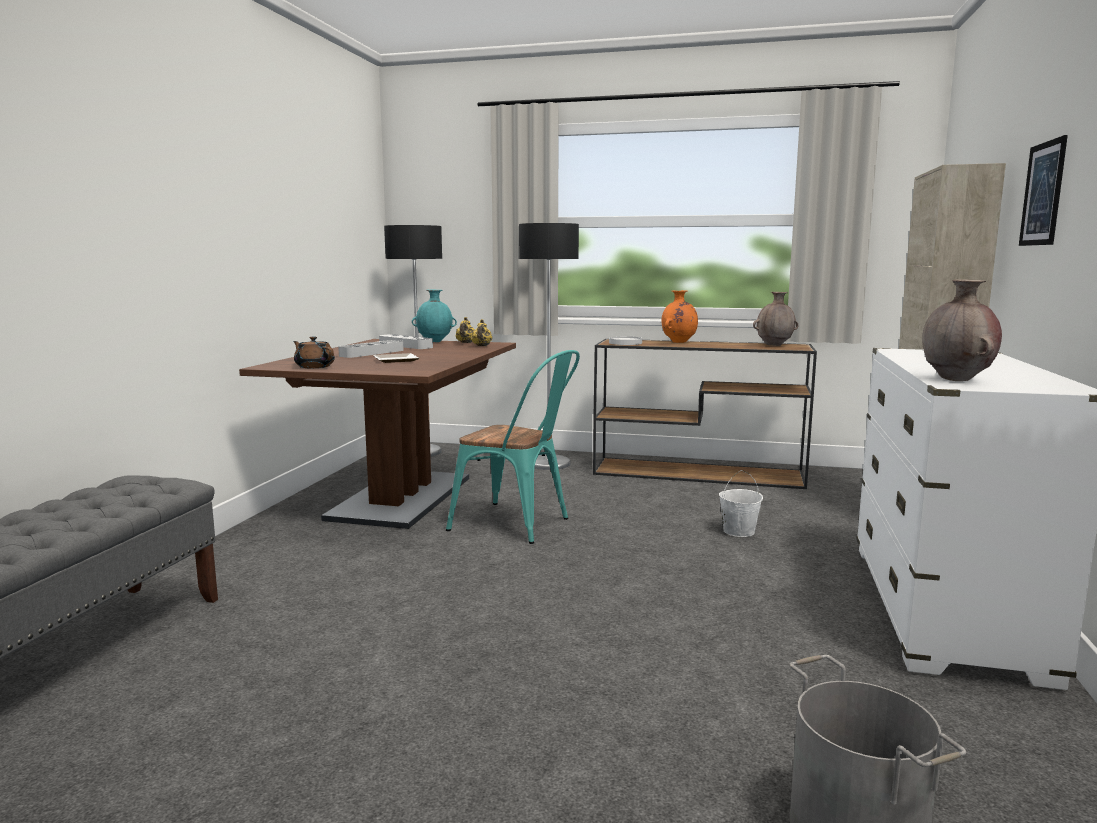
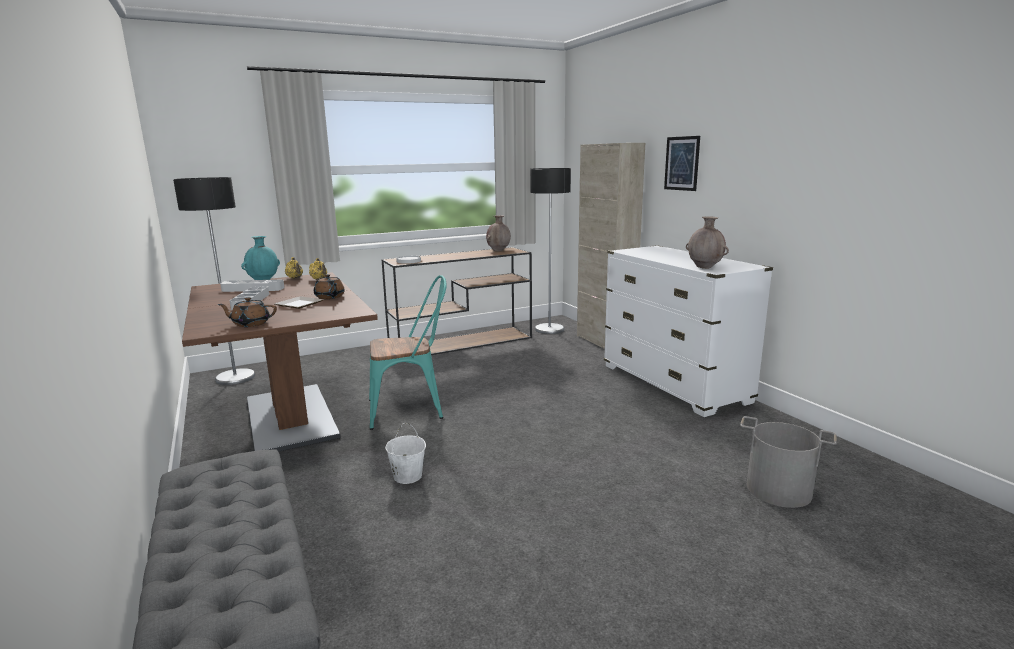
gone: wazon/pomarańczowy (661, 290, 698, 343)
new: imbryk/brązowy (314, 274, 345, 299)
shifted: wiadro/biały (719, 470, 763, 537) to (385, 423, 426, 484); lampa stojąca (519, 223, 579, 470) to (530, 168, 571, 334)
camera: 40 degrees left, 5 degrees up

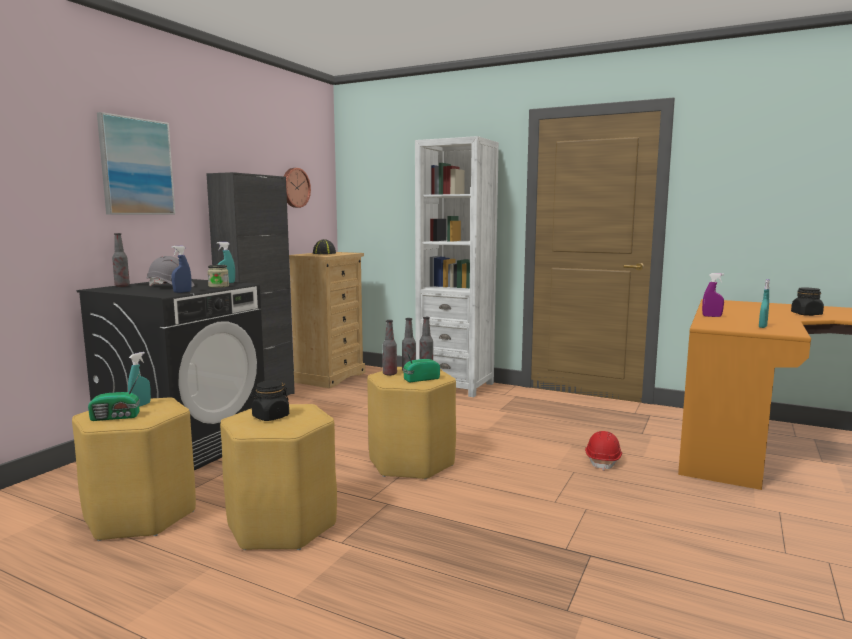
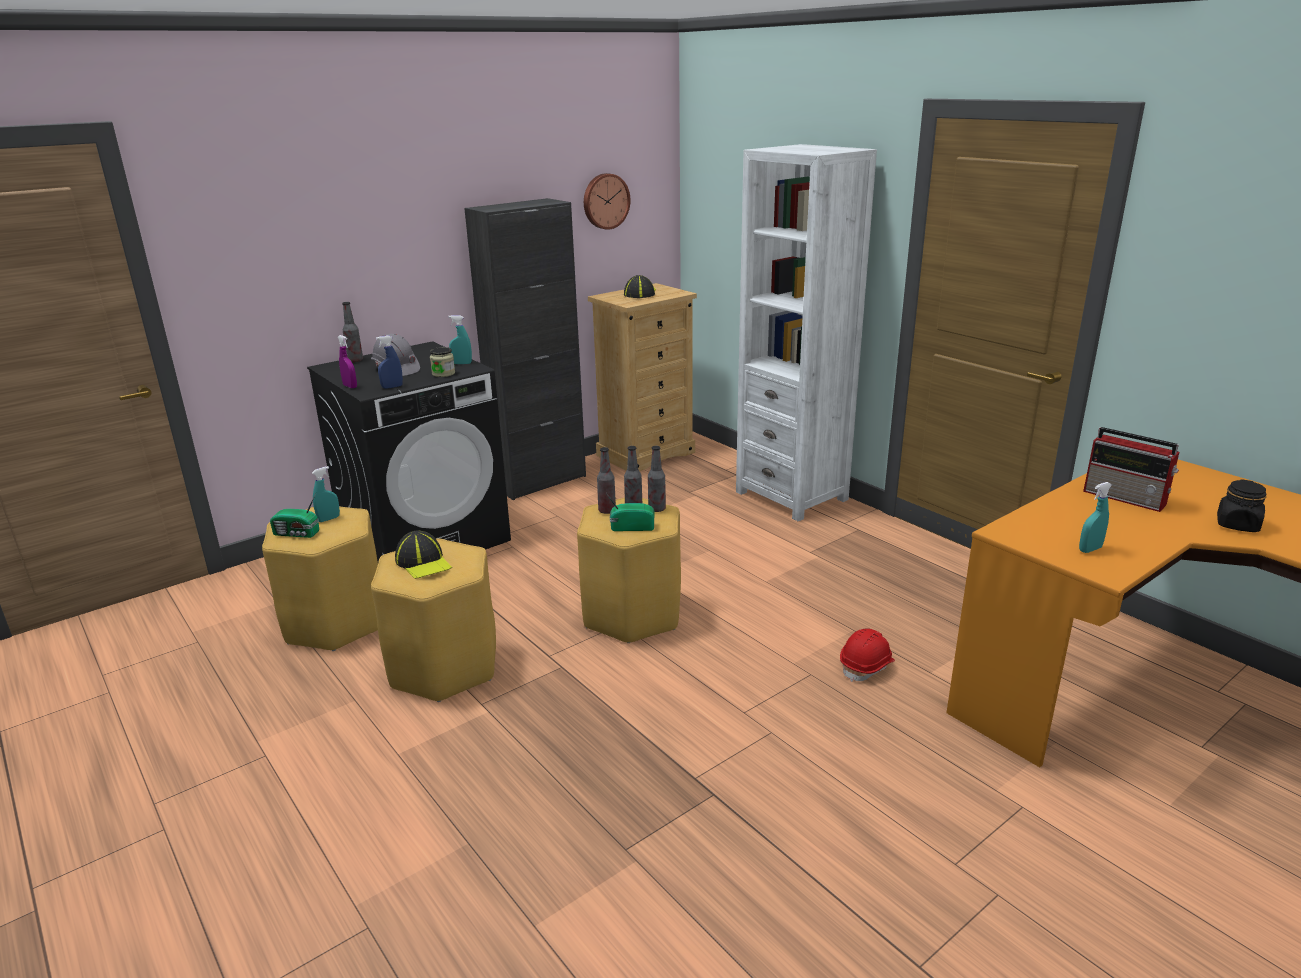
gone: obraz (97, 112, 175, 215)
new: radio (1083, 427, 1179, 512)
shifted: spryskiwacz/fioletowy (702, 273, 724, 317) to (338, 335, 357, 388)
swapped: słoik/czarny (250, 380, 289, 421) to czapka z daszkiem (395, 530, 452, 579)
camera: 25 degrees right, 15 degrees up

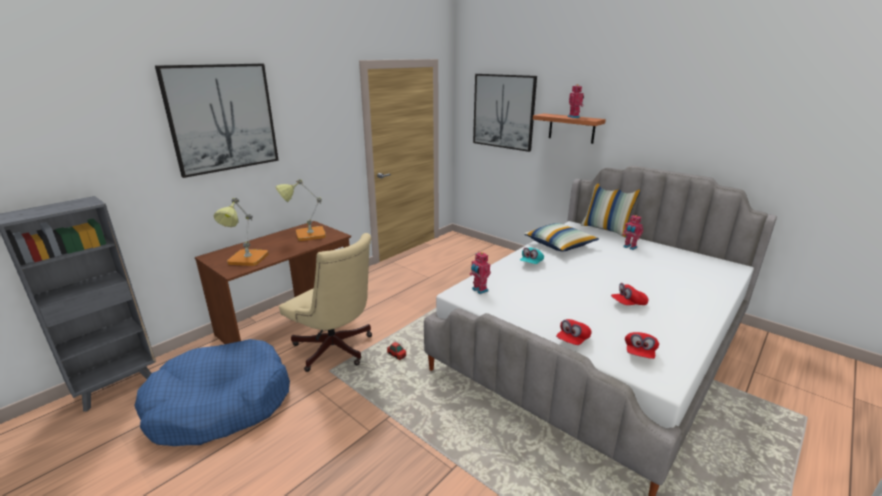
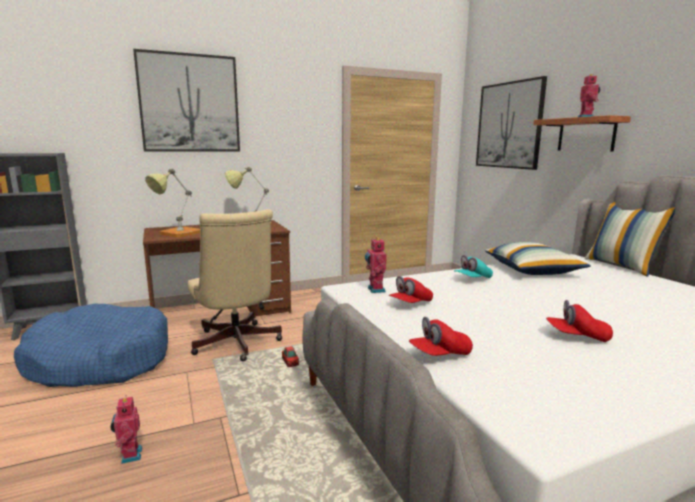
shifted: robot zabawkowy (623, 215, 643, 250) to (110, 395, 142, 464); czapka z daszkiem/czerwony (625, 332, 659, 359) to (388, 276, 433, 303)
camera: 25 degrees right, 10 degrees down

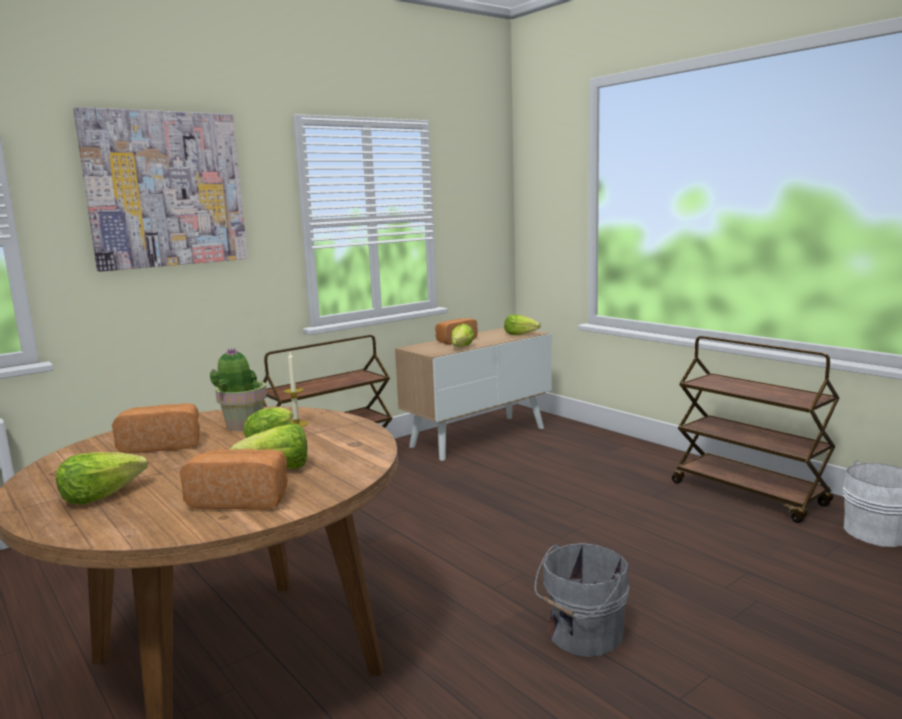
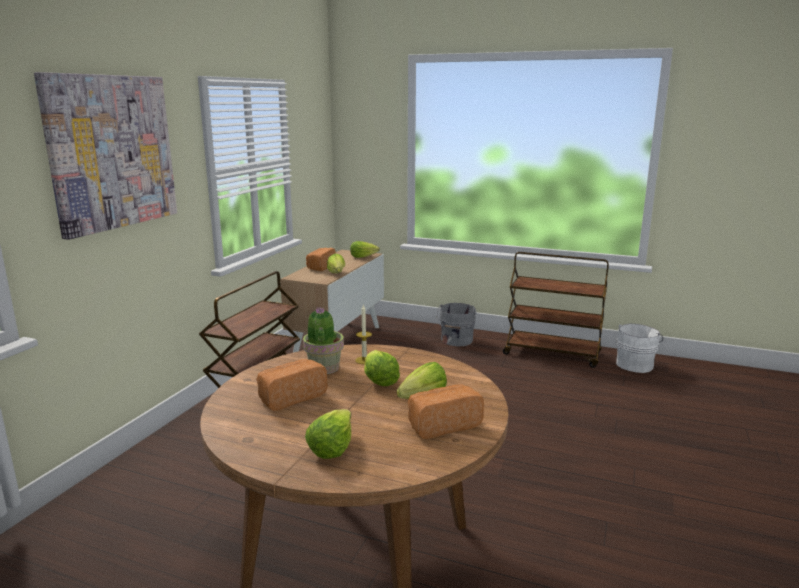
shifted: wiadro/szary (534, 543, 630, 657) to (437, 303, 476, 346)
camera: 30 degrees left, 5 degrees up

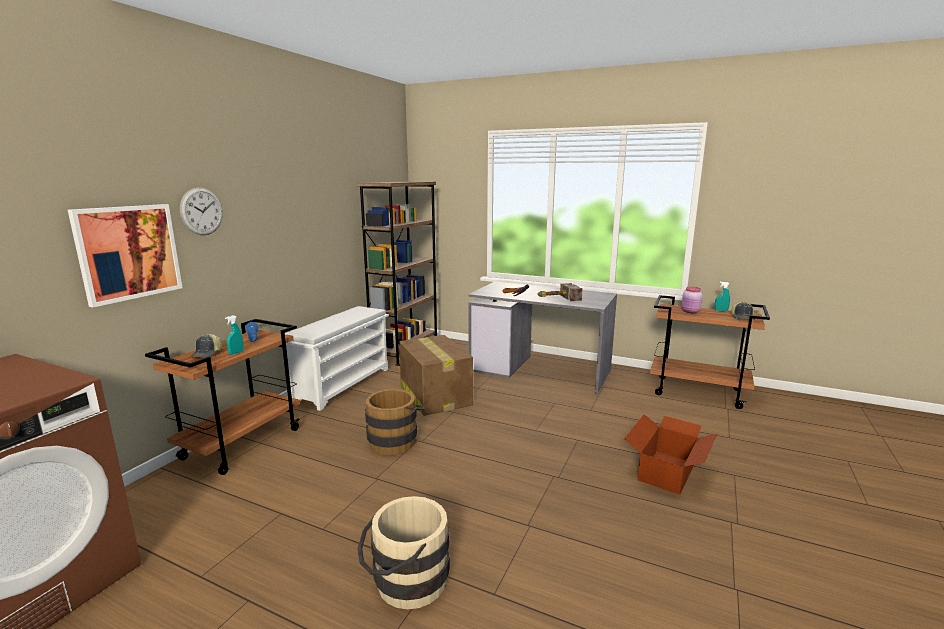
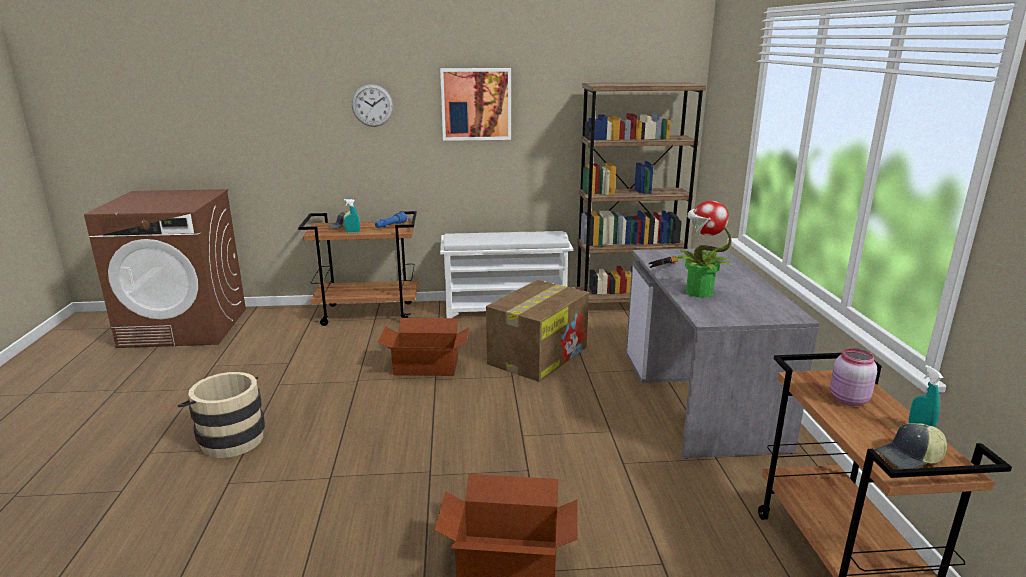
shifted: obraz (68, 204, 182, 307) to (440, 68, 511, 141)
swapped: wiadro/brązowy (365, 389, 425, 455) to karton (378, 318, 469, 376); młotek (537, 283, 583, 301) to roślina doniczkowa (671, 201, 733, 298)
camera: 60 degrees right, 5 degrees up

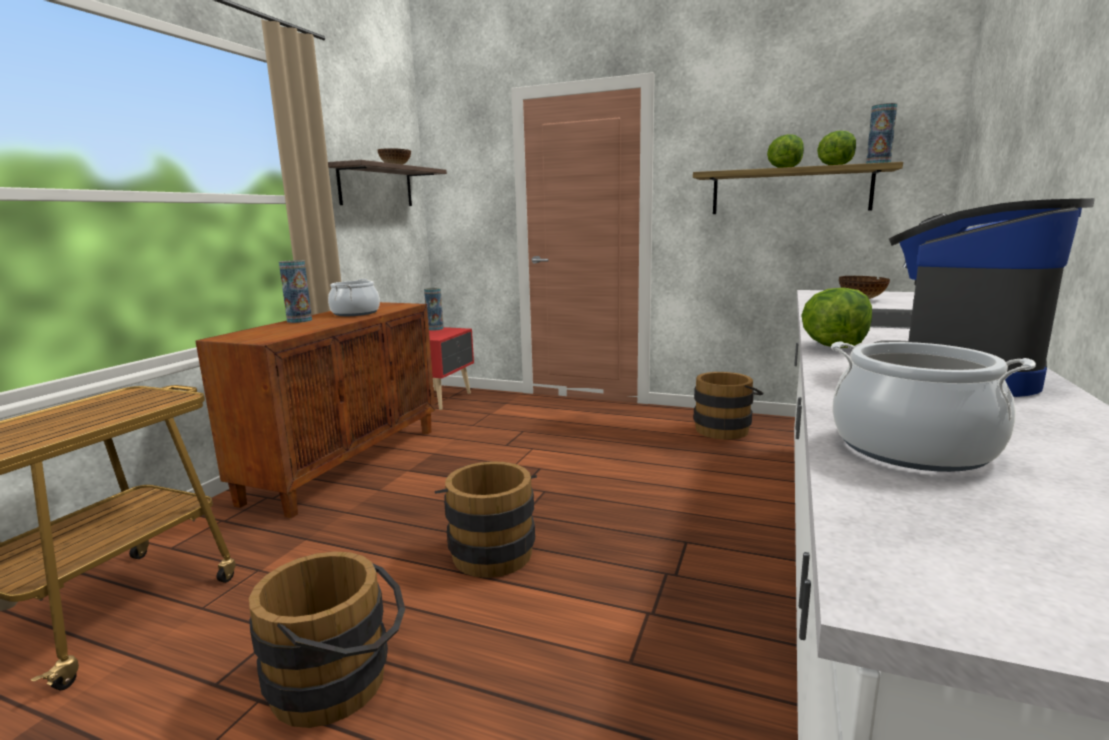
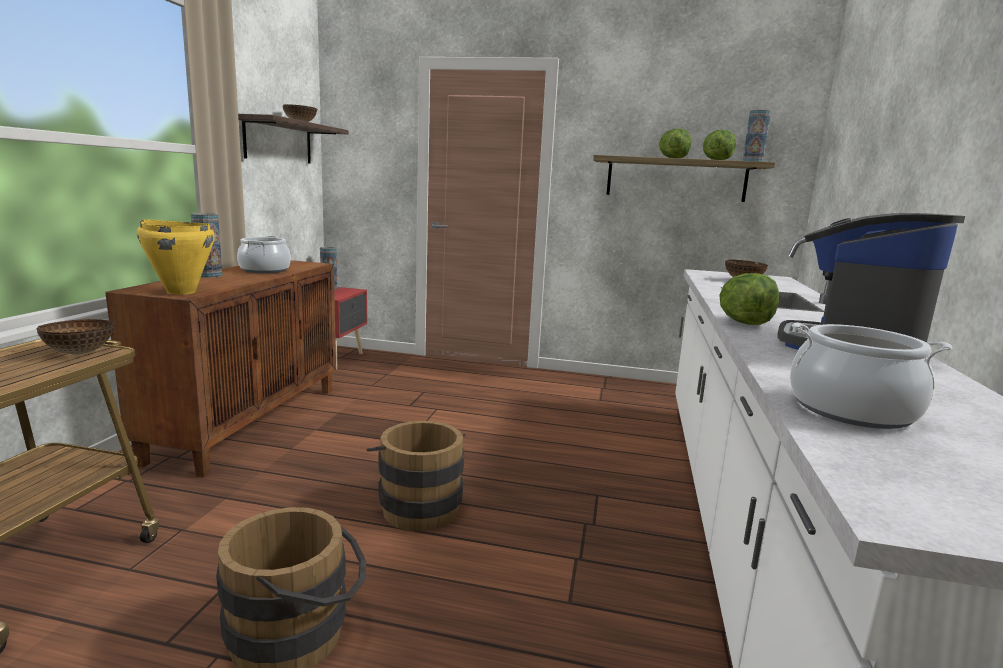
gone: wiadro/brązowy (693, 372, 763, 440)
new: miska (37, 319, 114, 354); garnek/żółty (137, 220, 215, 295)
camera: 10 degrees left, 0 degrees up

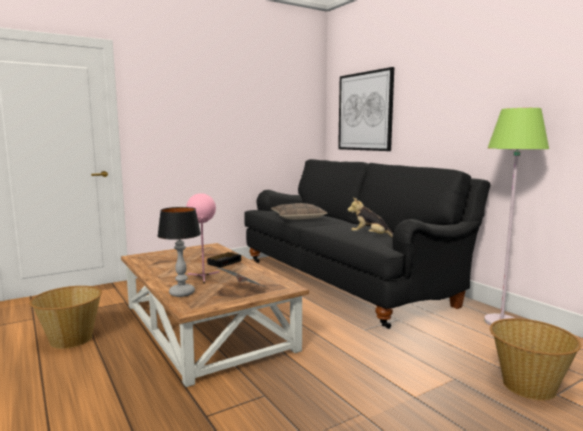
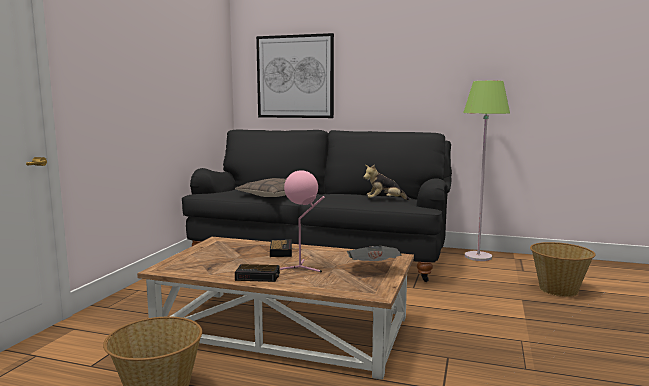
gone: lampa stołowa (157, 207, 201, 297)
new: budzik (235, 264, 280, 282)
camera: 40 degrees left, 0 degrees up

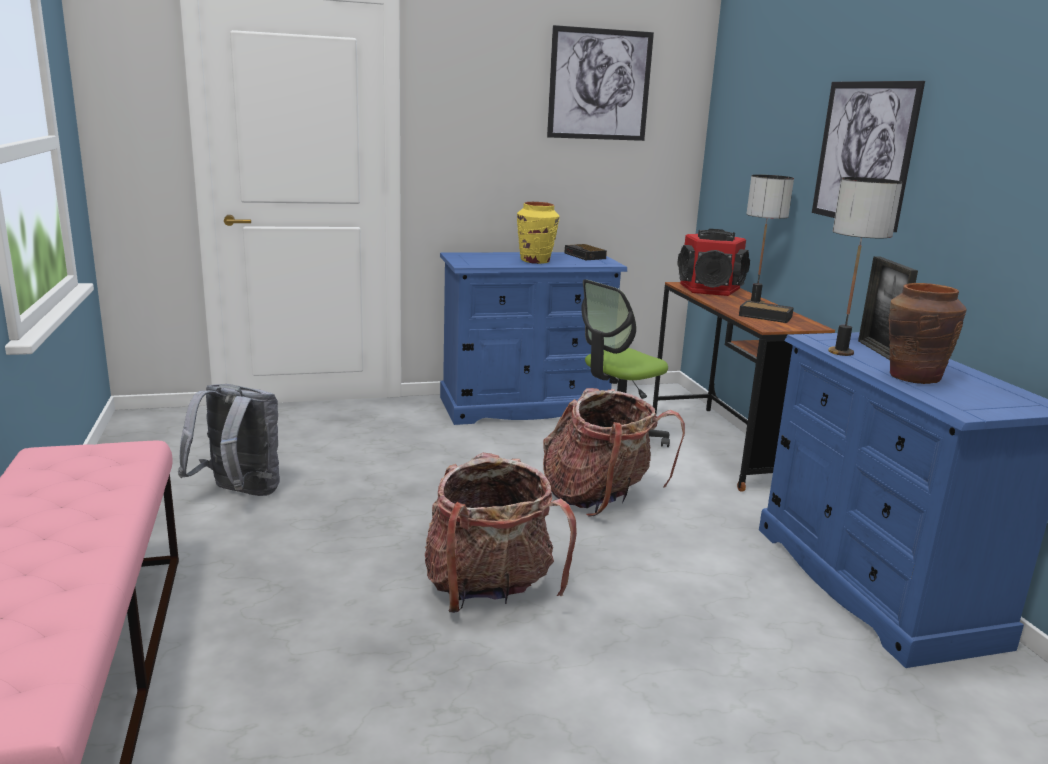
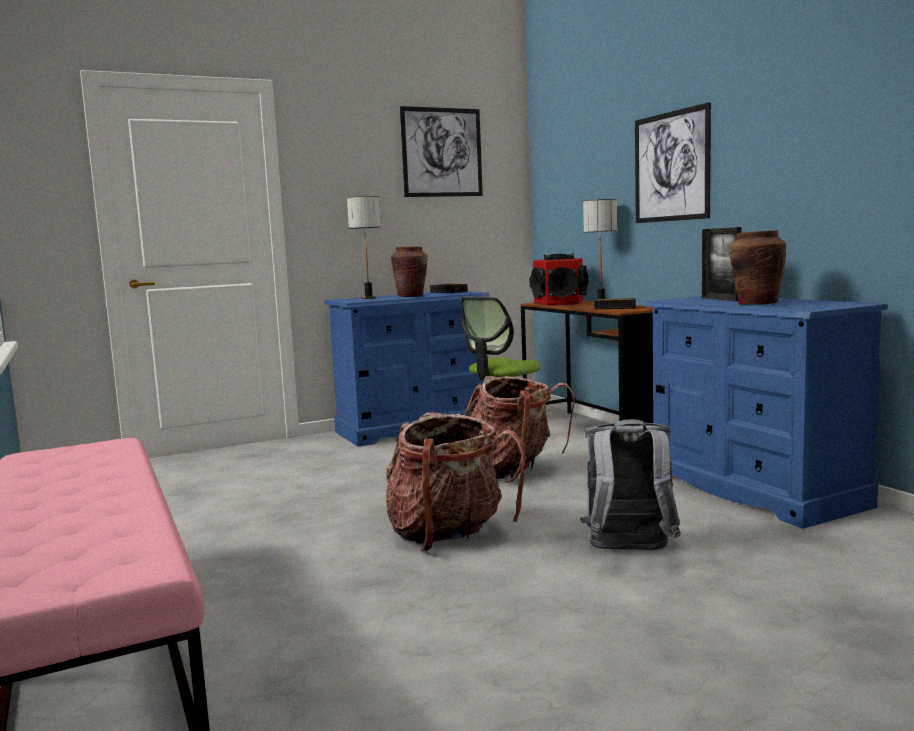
shifted: lampa stołowa (828, 177, 902, 356) to (347, 196, 381, 299); plecak/szary (178, 384, 280, 496) to (580, 419, 681, 550)
repainted: wazon/żółty (517, 202, 559, 264) to wazon/brązowy (391, 247, 428, 297)
camera: 10 degrees left, 10 degrees down

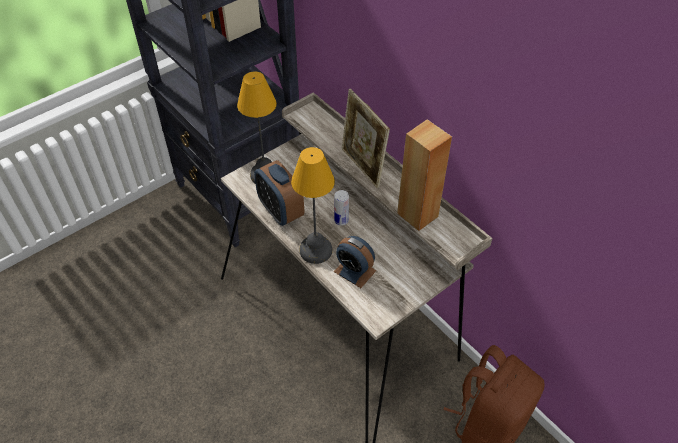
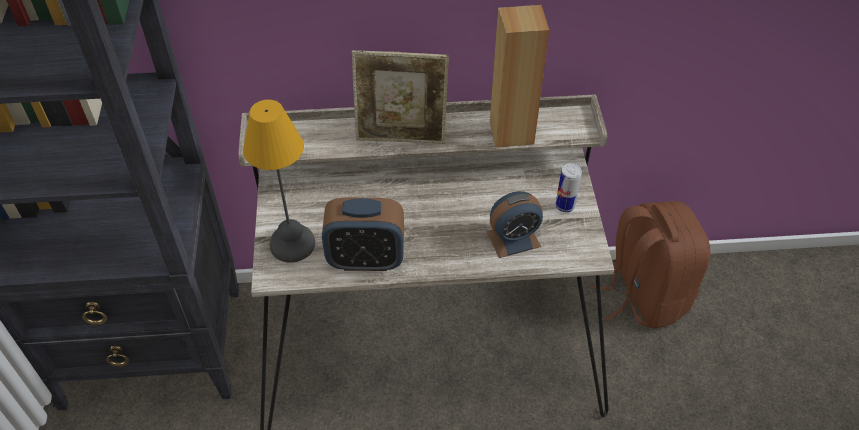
gone: lampa stołowa (291, 147, 335, 264)
shifted: puszka (334, 190, 349, 226) to (556, 163, 582, 212)
camera: 55 degrees left, 0 degrees up

